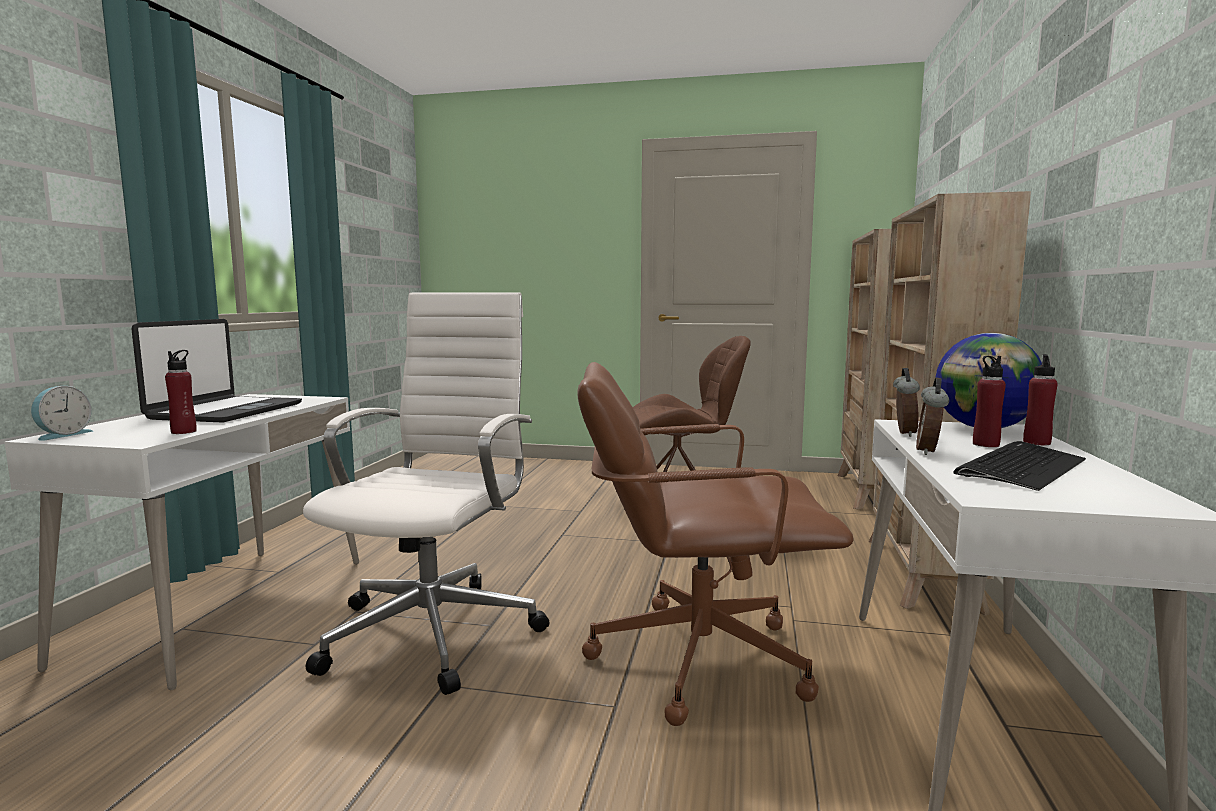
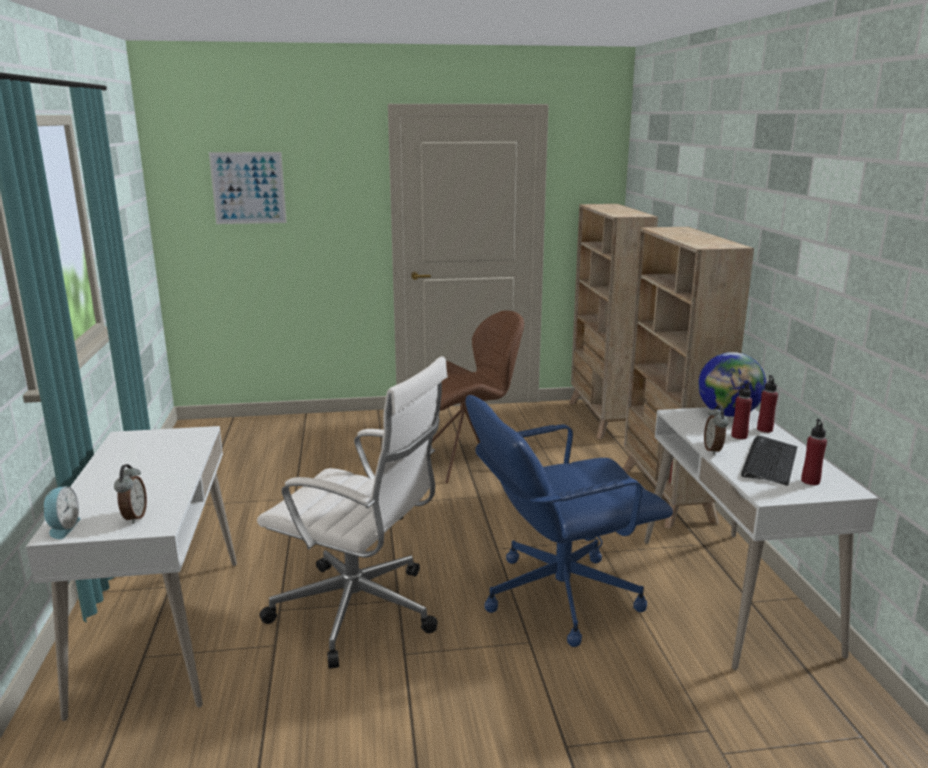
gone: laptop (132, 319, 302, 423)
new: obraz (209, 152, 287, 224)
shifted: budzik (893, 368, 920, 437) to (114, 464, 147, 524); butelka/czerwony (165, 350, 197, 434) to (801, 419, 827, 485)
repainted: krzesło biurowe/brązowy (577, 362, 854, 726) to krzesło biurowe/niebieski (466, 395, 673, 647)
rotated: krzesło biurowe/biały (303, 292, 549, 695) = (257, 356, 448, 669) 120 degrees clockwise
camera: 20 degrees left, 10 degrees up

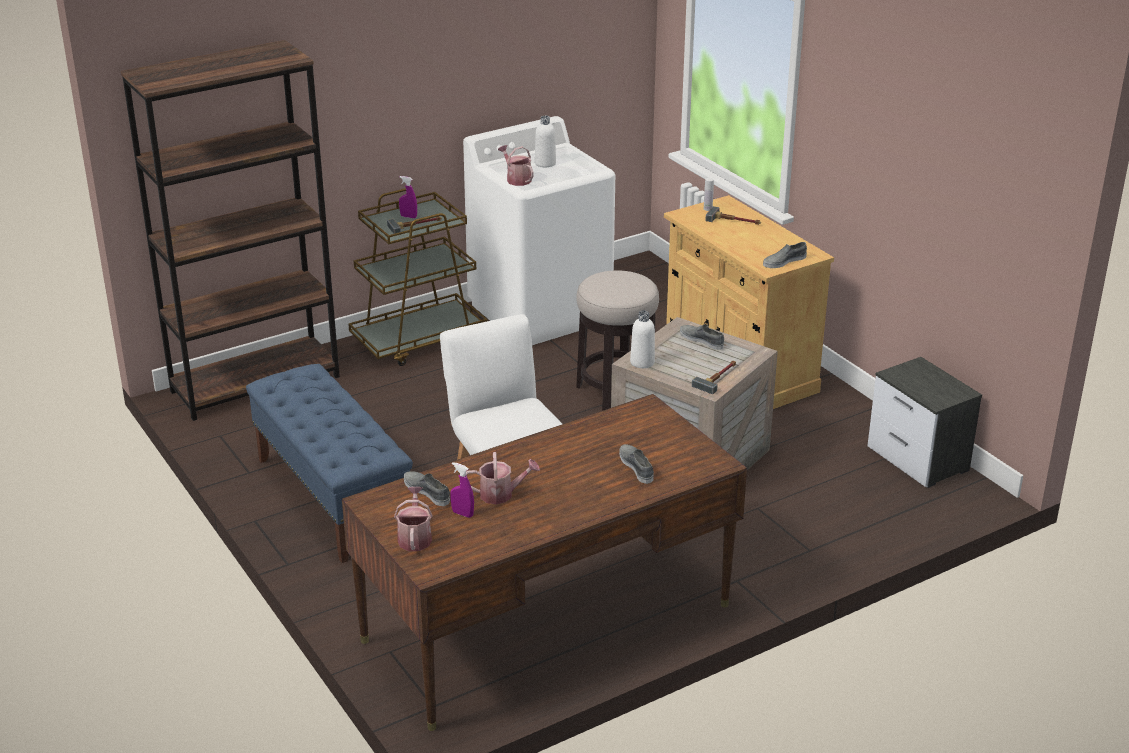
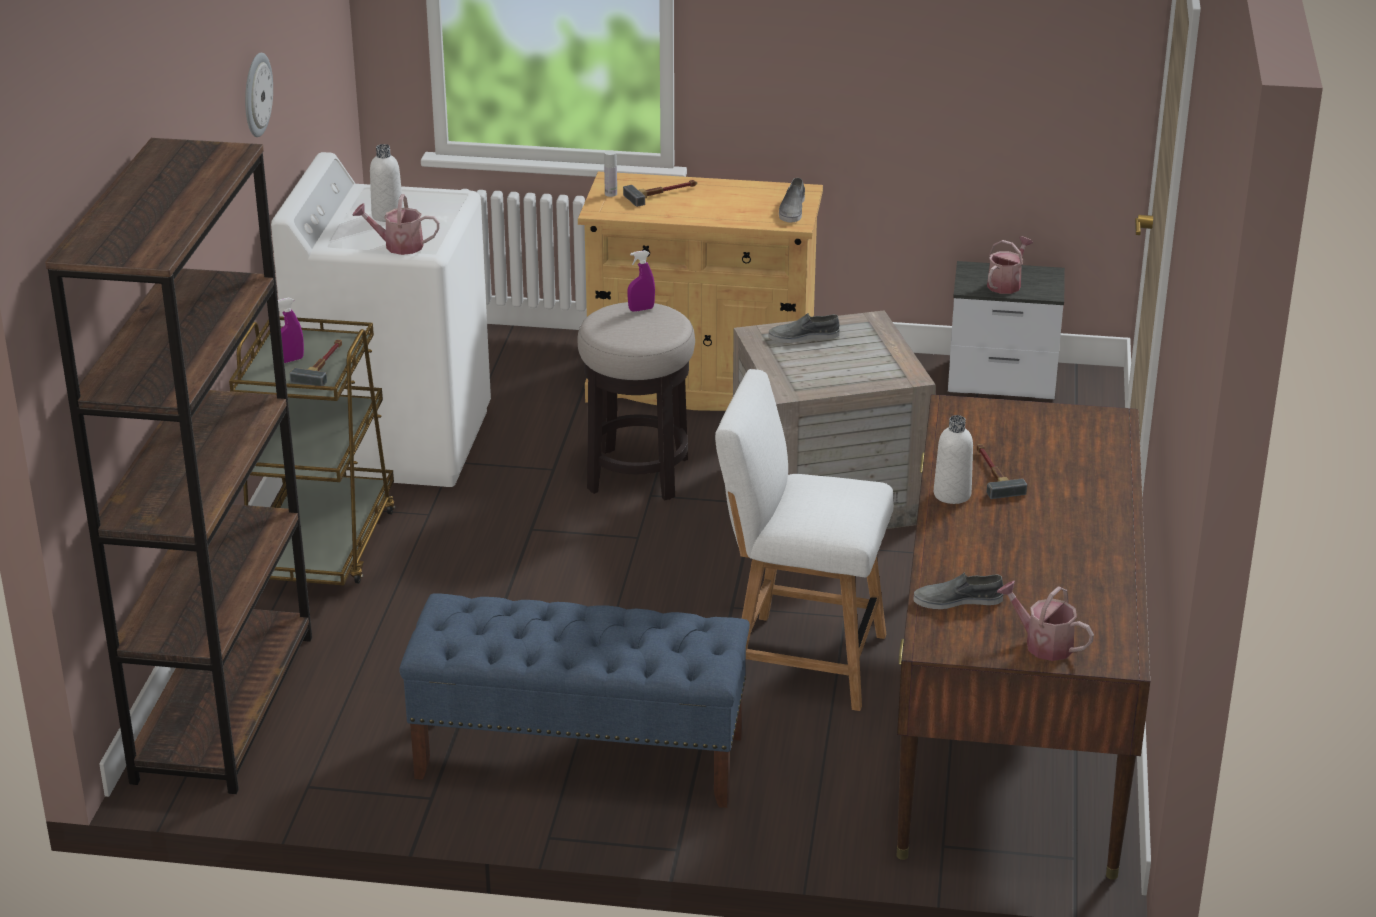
gone: but/szary (619, 444, 654, 484)
new: zegar ścienny (245, 53, 273, 137)
shifted: spryskiwacz/fioletowy (450, 462, 474, 518) to (627, 250, 655, 312); butelka/biały (630, 311, 655, 368) to (934, 415, 973, 504); młotek (692, 361, 736, 394) to (977, 444, 1027, 499); konewka (466, 452, 540, 505) to (987, 236, 1033, 294)
camera: 50 degrees left, 0 degrees up

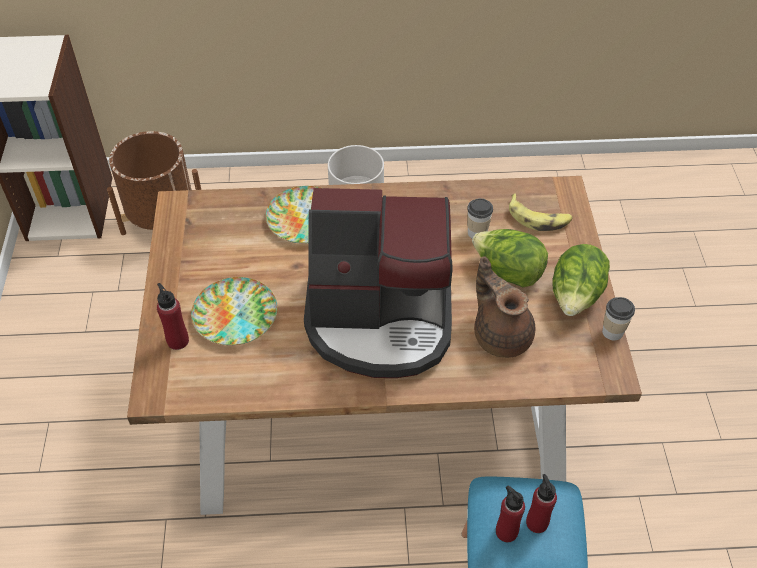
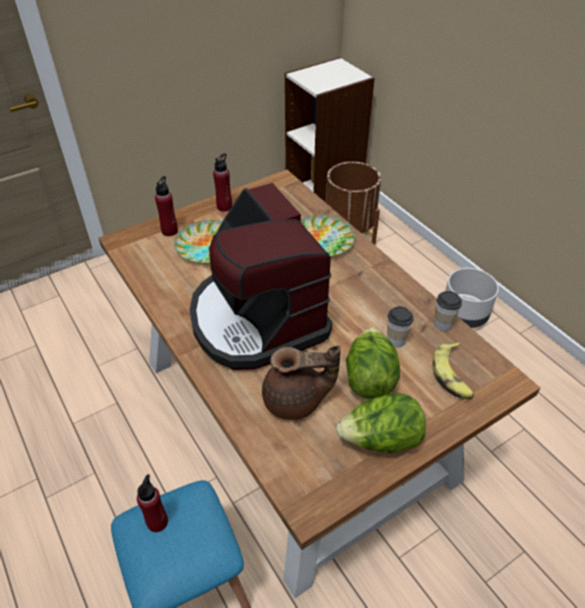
shifted: butelka/czerwony (526, 474, 557, 533) to (213, 153, 232, 212); filiżanka (602, 297, 635, 340) to (434, 291, 462, 331)
rotated: imbryk/brązowy (474, 256, 535, 358) = (262, 345, 341, 420) 60 degrees clockwise
camera: 60 degrees right, 5 degrees down

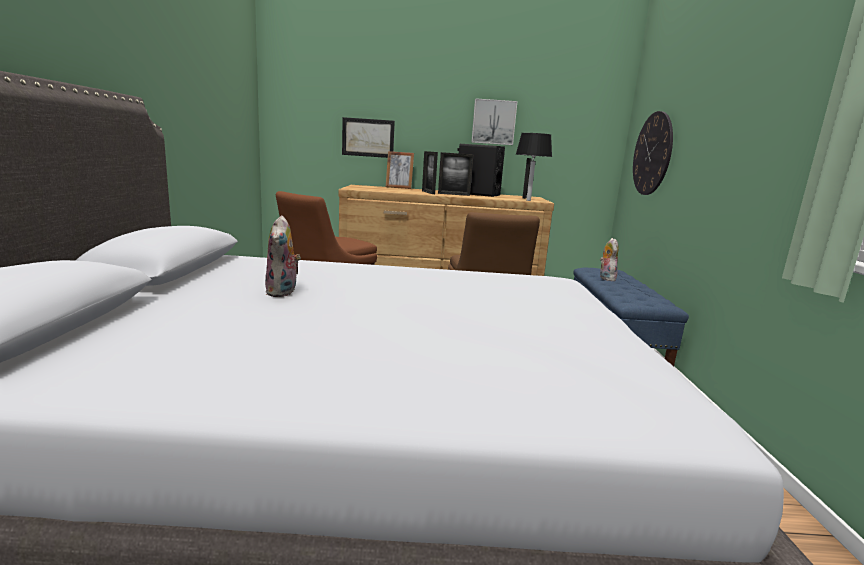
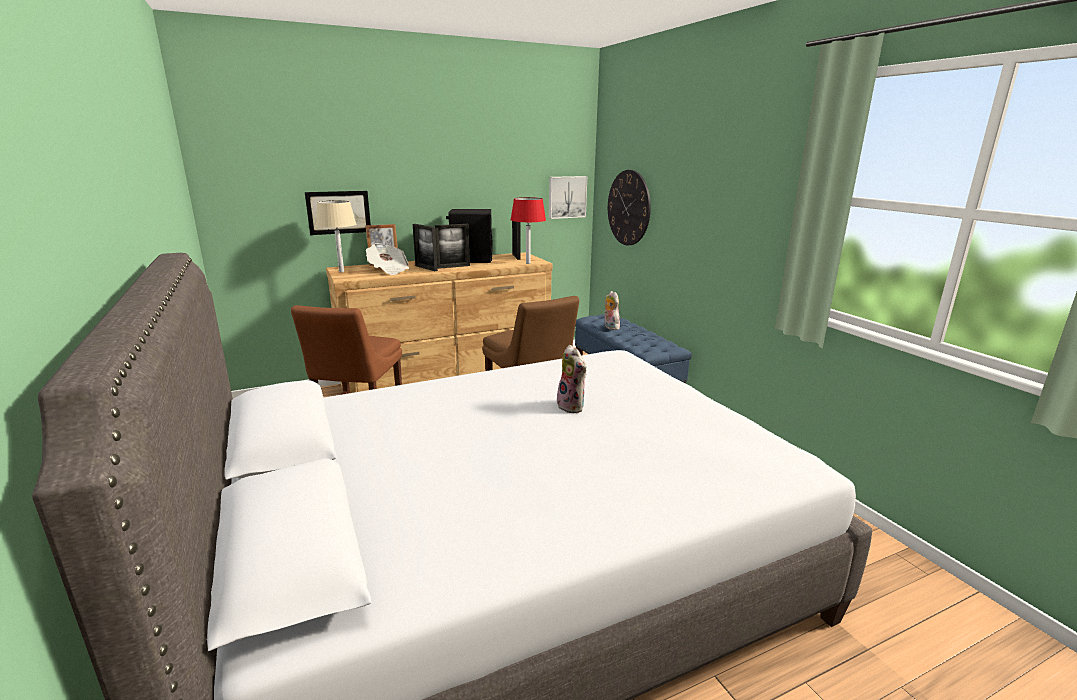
new: lampa stołowa/beżowy (316, 200, 356, 272); gazeta (366, 243, 410, 275)
shifted: obraz (471, 98, 518, 145) to (549, 176, 587, 219); pluszak (265, 215, 301, 297) to (555, 345, 587, 413)
repainted: lampa stołowa/czarny (516, 133, 552, 201) to lampa stołowa/czerwony (510, 197, 546, 264)
camera: 25 degrees left, 5 degrees up

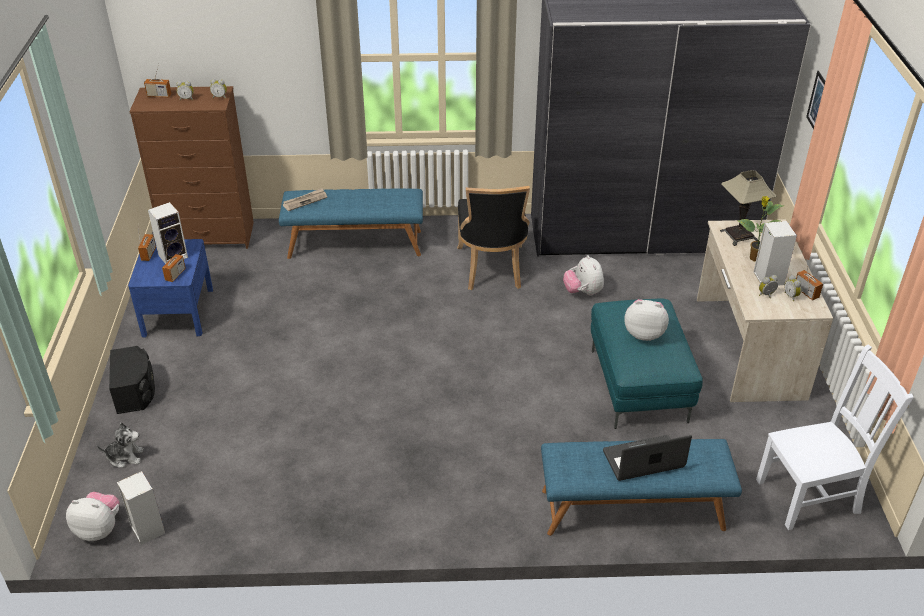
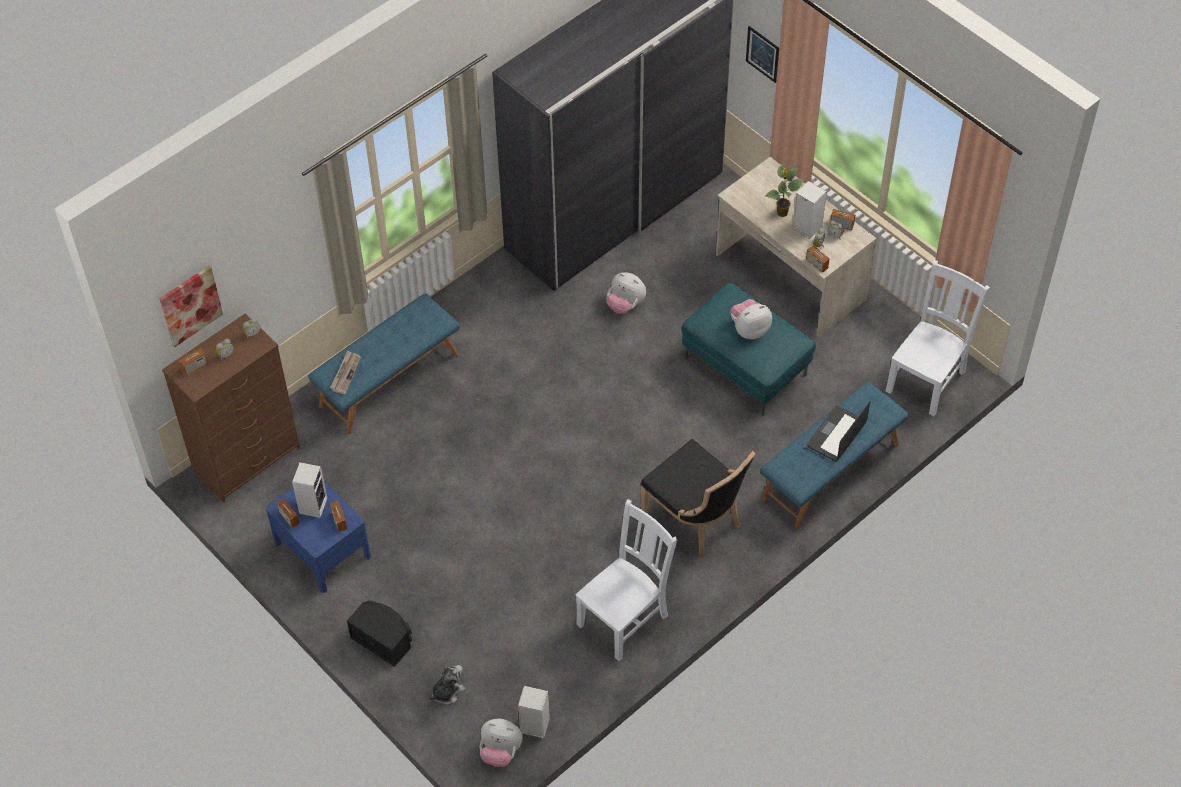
gone: lampa stołowa (720, 170, 777, 246)
new: obraz (159, 266, 223, 347); krzesło/biały (576, 499, 678, 661); radio (806, 242, 829, 273)
shifted: krzesło/czarny (457, 186, 530, 290) to (640, 439, 756, 559)
rotated: pluszak (66, 492, 120, 541) = (479, 719, 523, 767) 135 degrees counterclockwise
camera: 40 degrees left, 15 degrees up

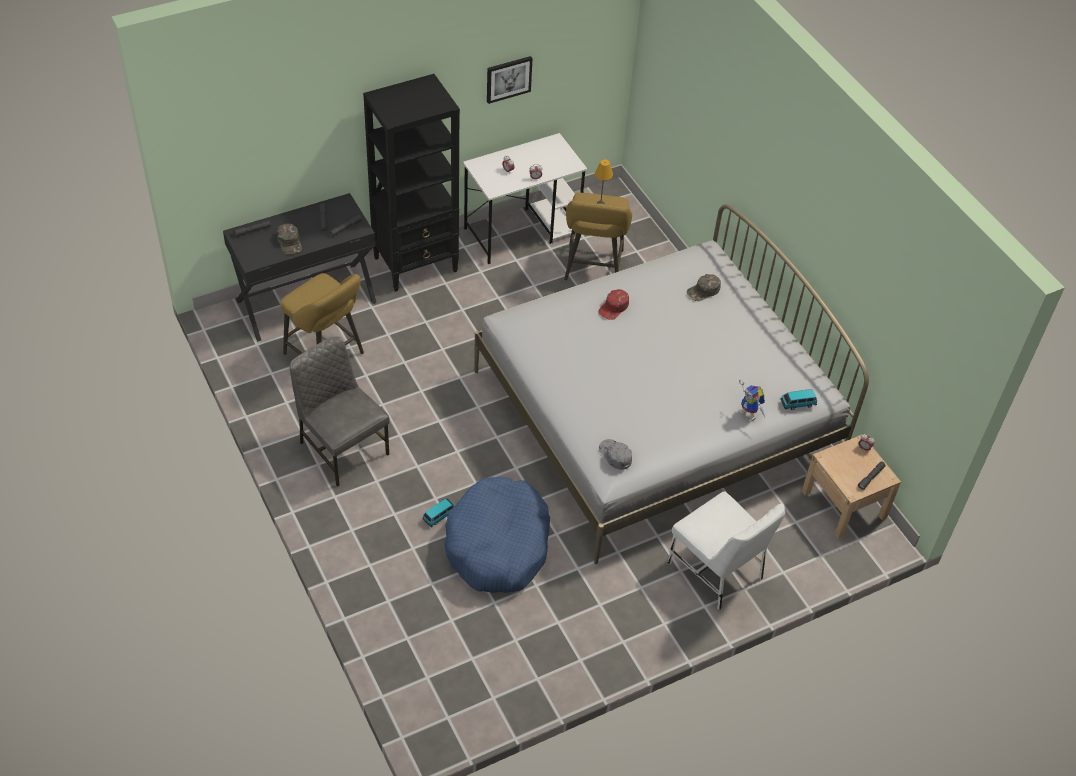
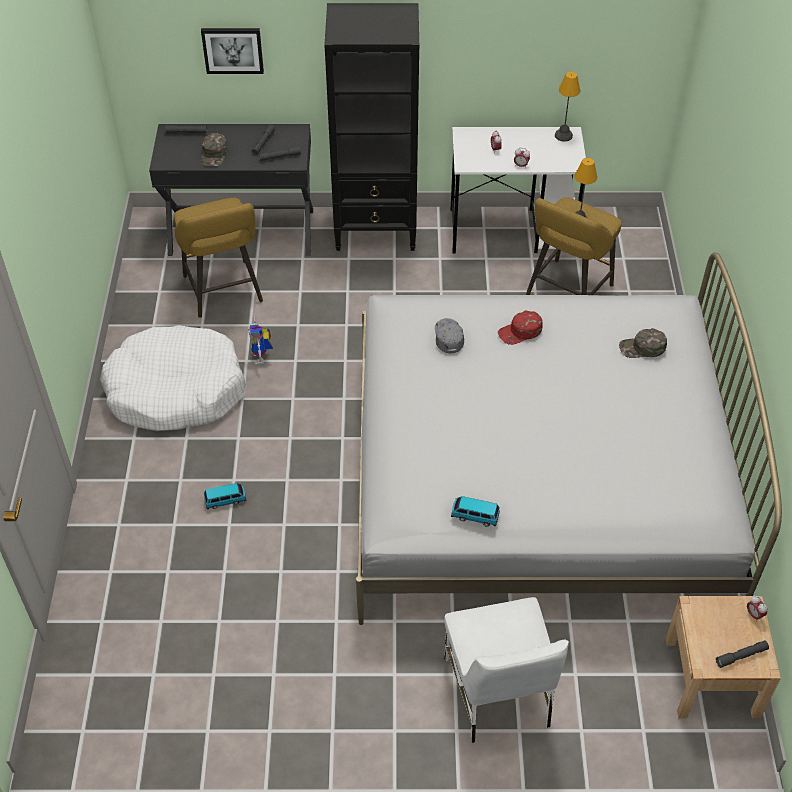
gone: legowisko/niebieski (444, 477, 550, 593)
new: lampa stołowa (555, 72, 580, 142)
shifted: obraz (487, 56, 533, 104) to (201, 28, 264, 74); robot zabawkowy (738, 379, 765, 422) to (248, 317, 273, 365); czapka z daszkiem/szary (599, 439, 632, 470) to (435, 318, 464, 353); samochodzik (781, 389, 817, 410) to (451, 496, 500, 527)
swapped: krzesło/szary (290, 336, 390, 487) to legowisko/biały (100, 325, 246, 431)
camera: 30 degrees right, 0 degrees up

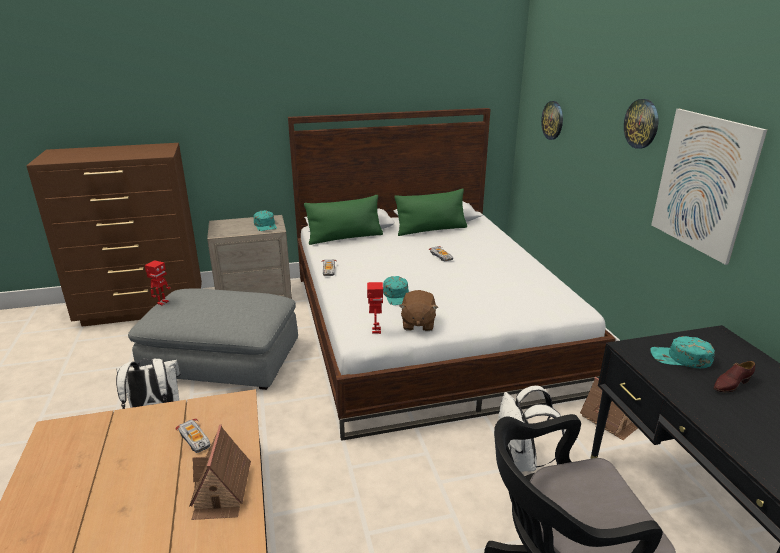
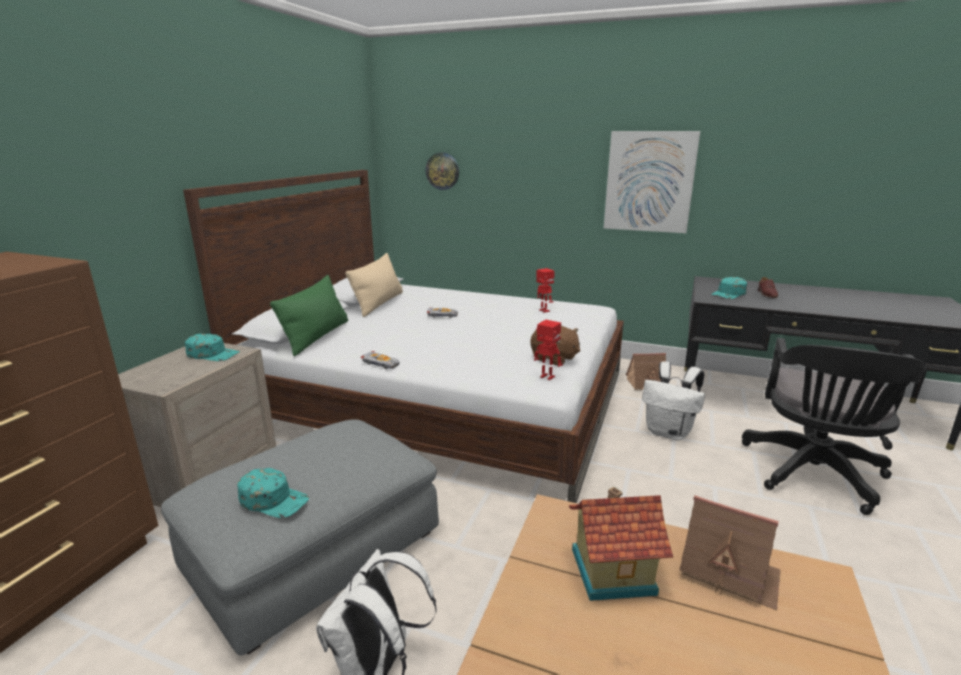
gone: zegar ścienny (624, 99, 658, 149)
shifted: czapka z daszkiem/turkusowy (383, 276, 409, 305) to (237, 468, 309, 518); robot zabawkowy (145, 260, 171, 306) to (536, 268, 555, 312)
swapped: samochodzik (175, 419, 211, 453) to domek (569, 487, 673, 601)
repainted: poduszka/zielony (394, 189, 467, 236) to poduszka/beżowy (345, 253, 403, 317)
camera: 55 degrees left, 5 degrees down

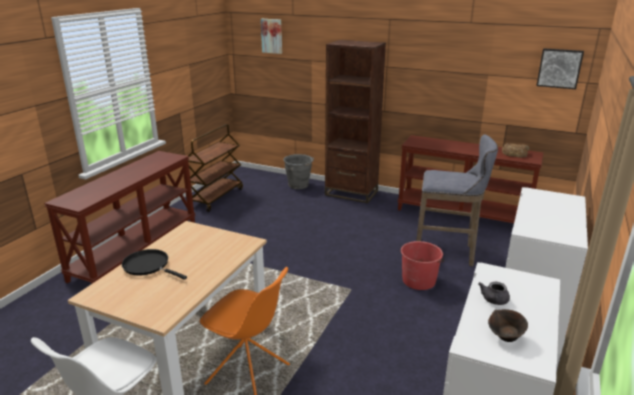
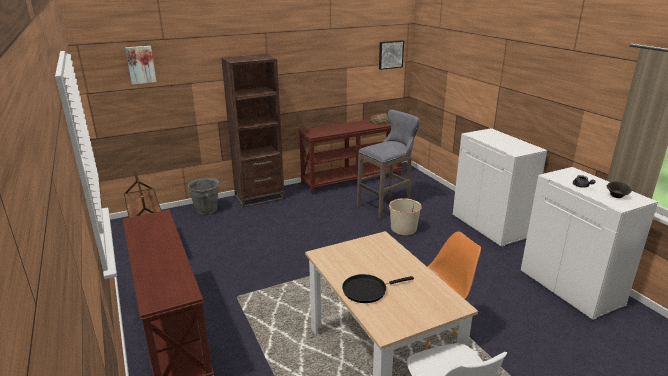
repainted: wiadro/czerwony (401, 241, 444, 290) to wiadro/beżowy (387, 198, 422, 235)
camera: 50 degrees left, 0 degrees up

